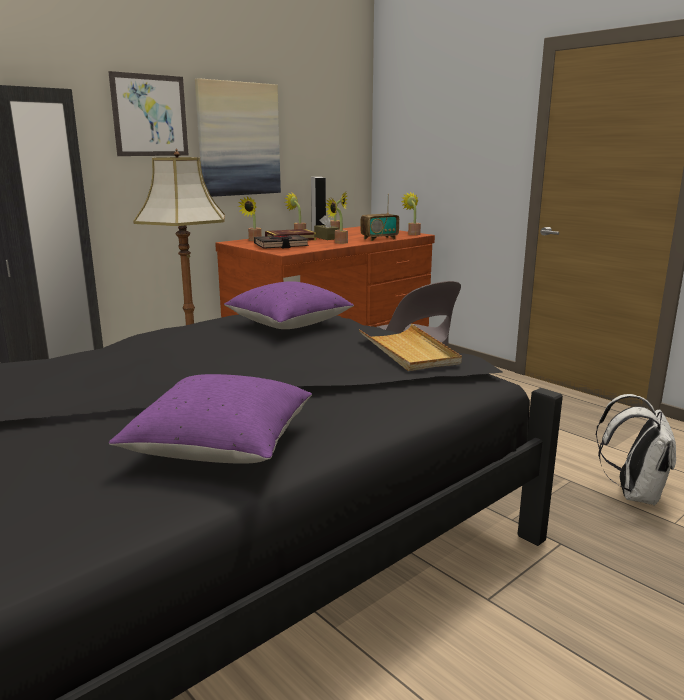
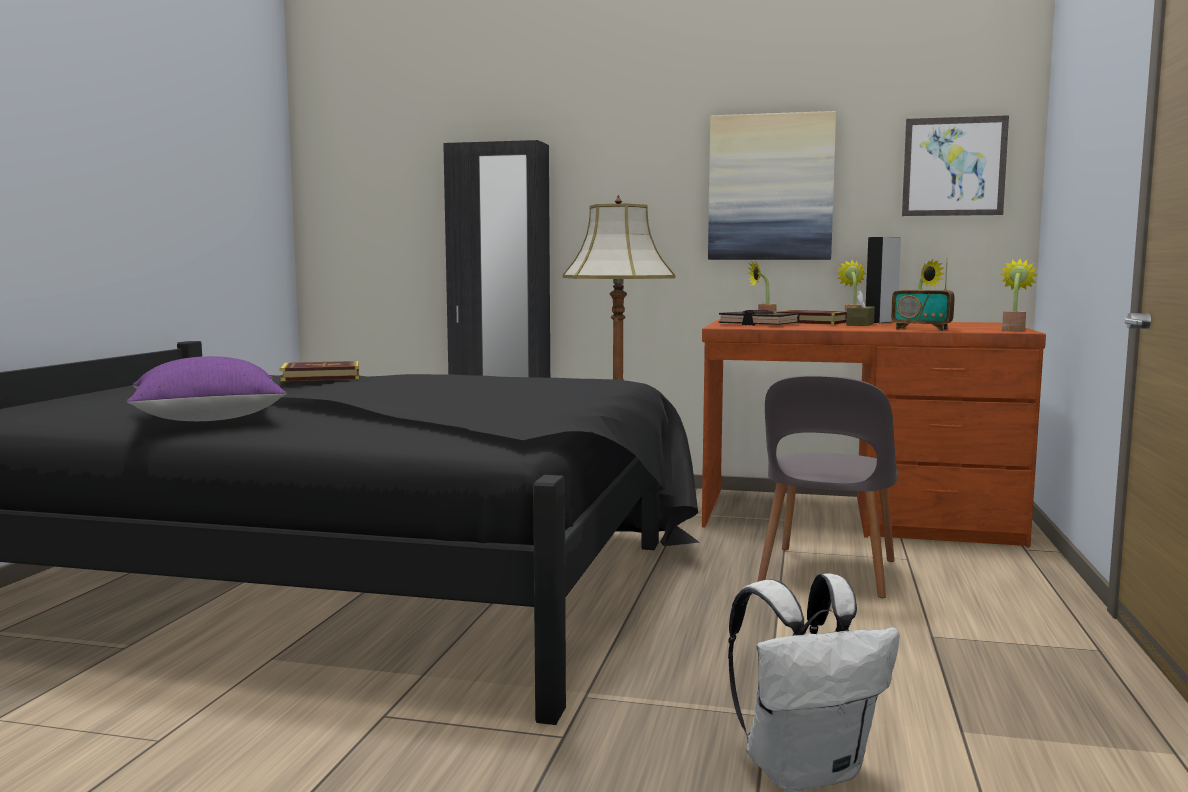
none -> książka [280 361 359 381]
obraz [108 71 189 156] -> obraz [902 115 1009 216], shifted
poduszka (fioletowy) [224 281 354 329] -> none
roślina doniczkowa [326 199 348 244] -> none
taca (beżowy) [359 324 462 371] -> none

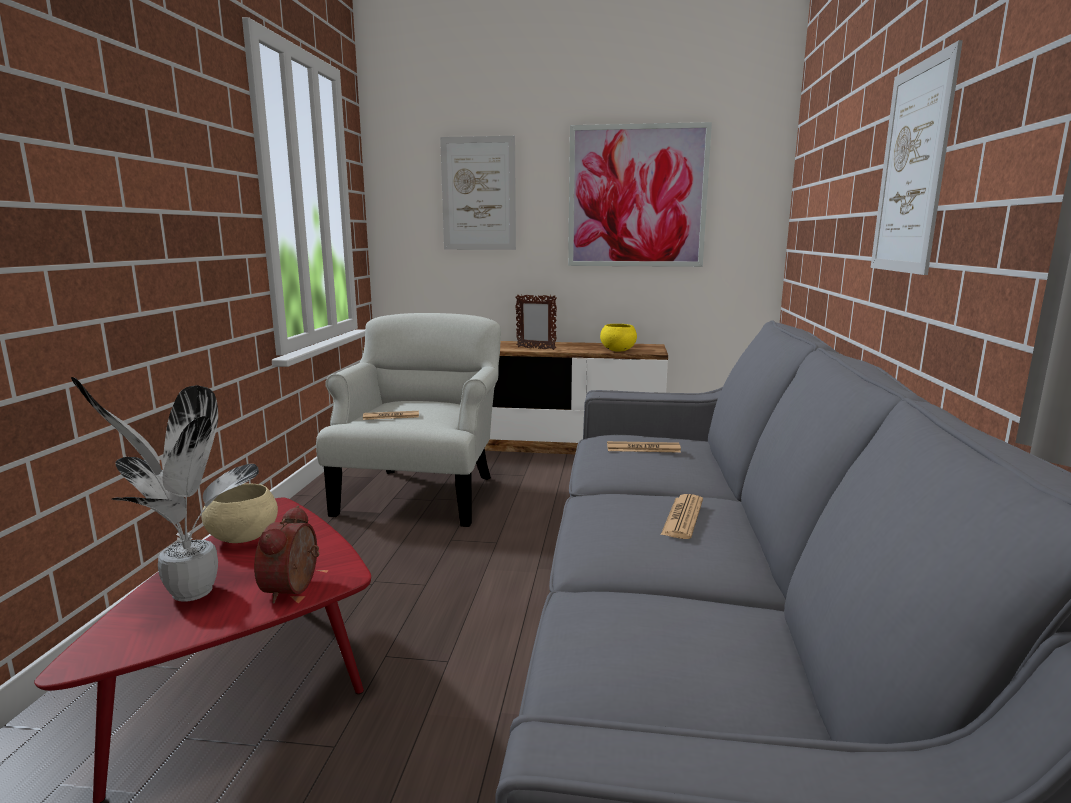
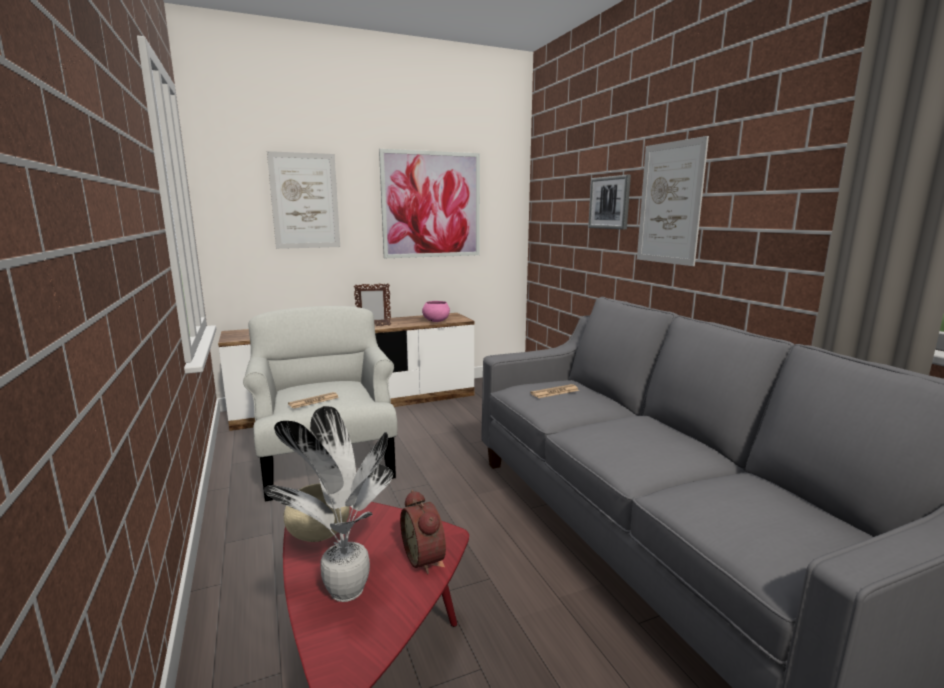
miska (żółty) [600 324 637 352] -> miska (różowy) [422 301 450 322]
none -> obraz [588 175 631 229]
gazeta [661 494 703 539] -> none

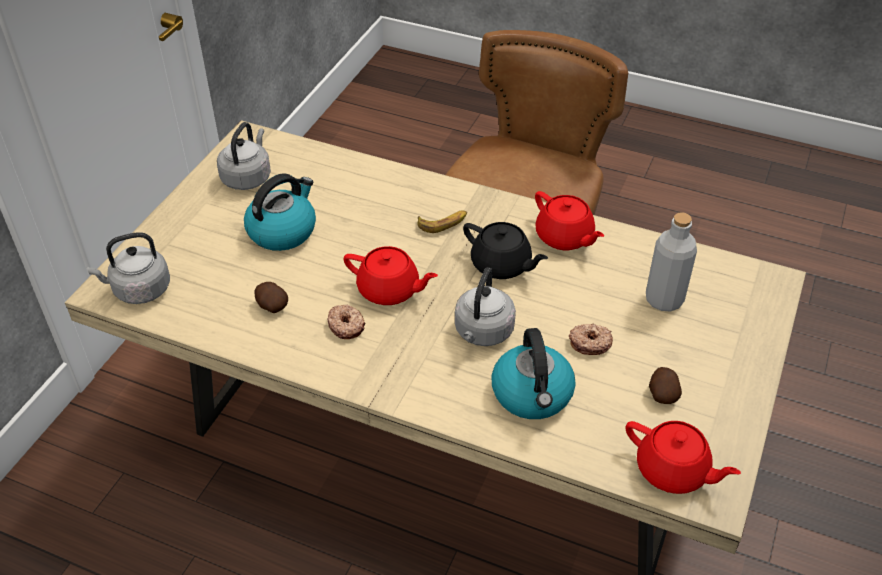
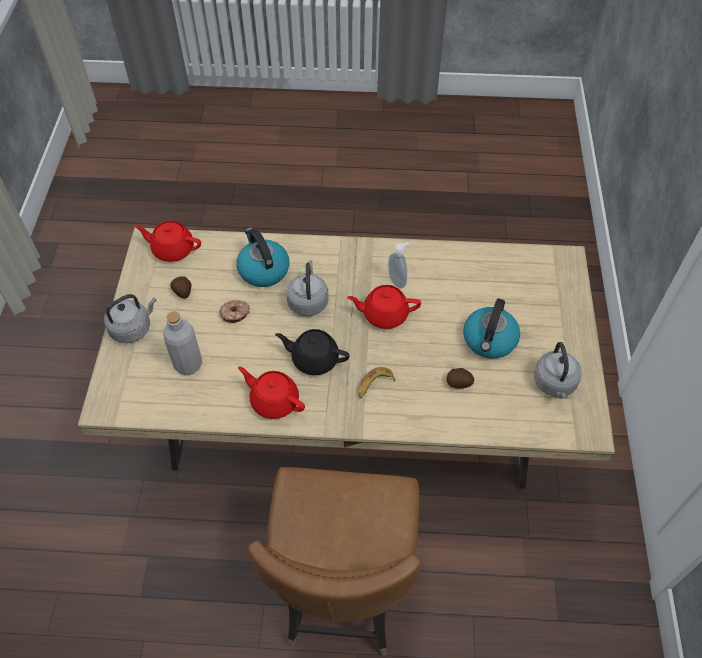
czajnik (szary) [87 232 170 304] -> czajnik (szary) [104 294 157 343], shifted
donut [327 305 365 339] -> dozownik mydła [388 242 409 288]
ziemniak [254 282 288 313] -> ziemniak [447 368 474 389], shifted

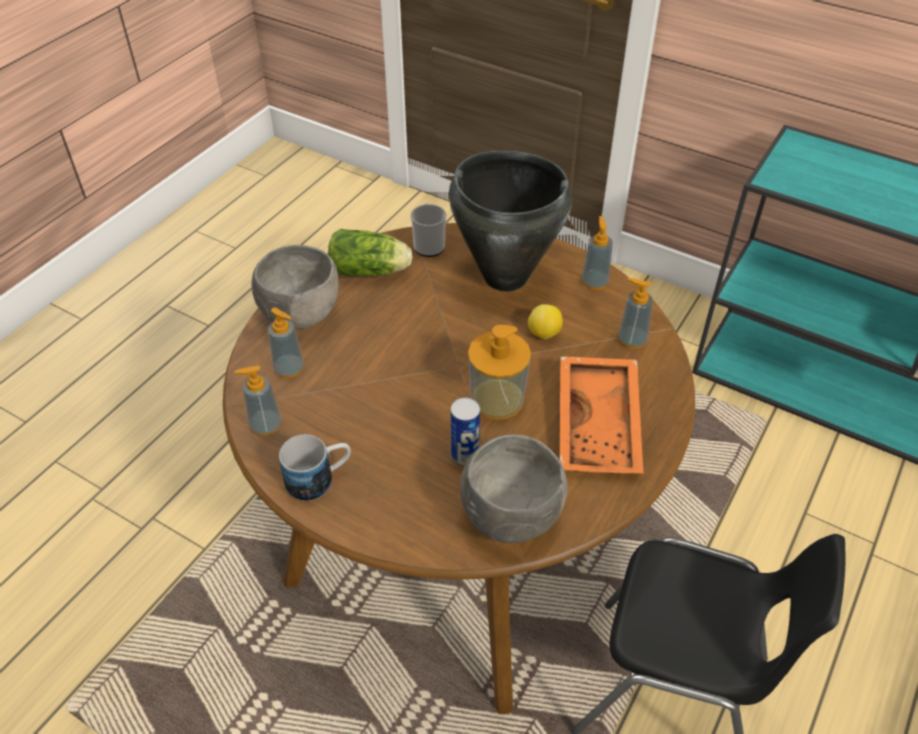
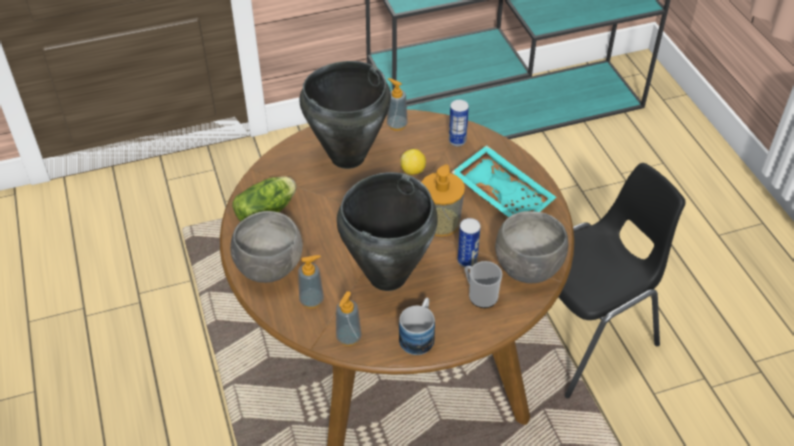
none -> garnek (czarny) [337 172 438 291]
dozownik mydła [618 278 653 349] -> puszka [449 100 469 146]
taca (pomarańczowy) [560 356 643 473] -> taca (turkusowy) [451 145 556 217]
kubek [411 203 446 257] -> kubek [465 261 502 308], shifted

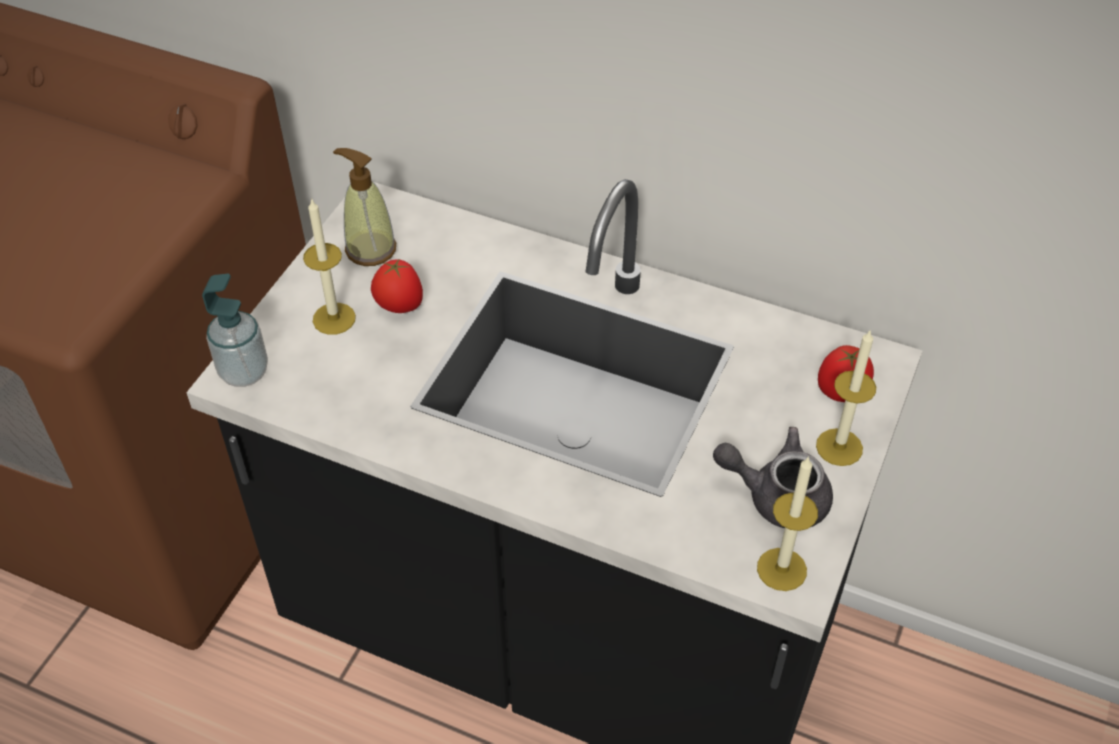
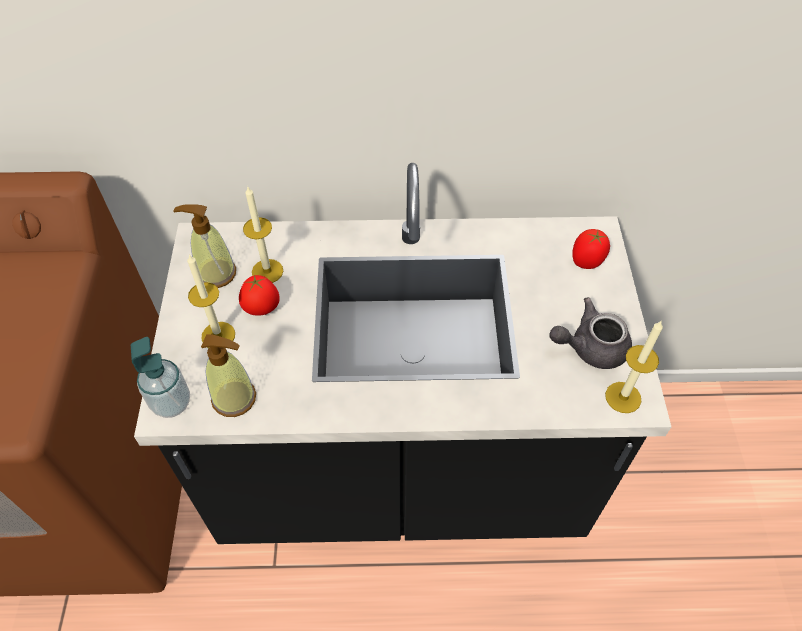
none -> dozownik mydła [201 334 256 417]
świeca [816 329 876 466] -> świeca [243 187 283 283], shifted

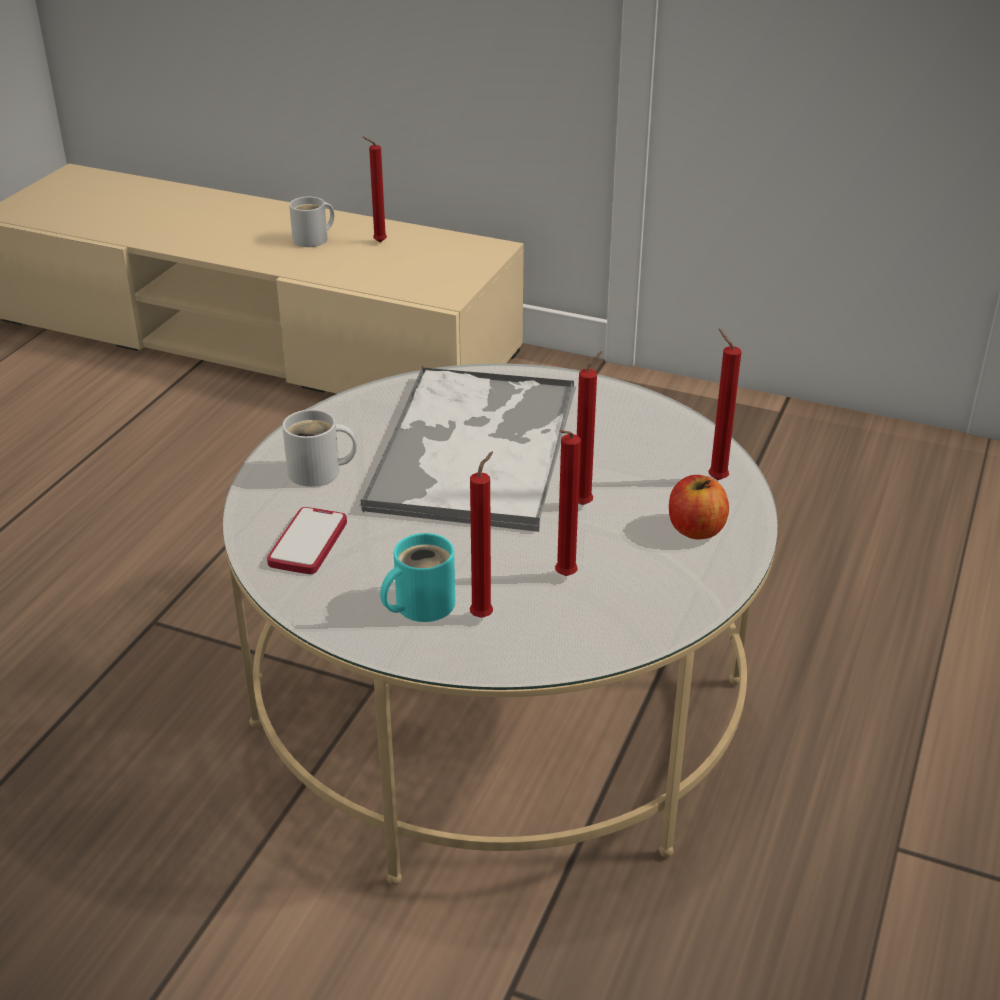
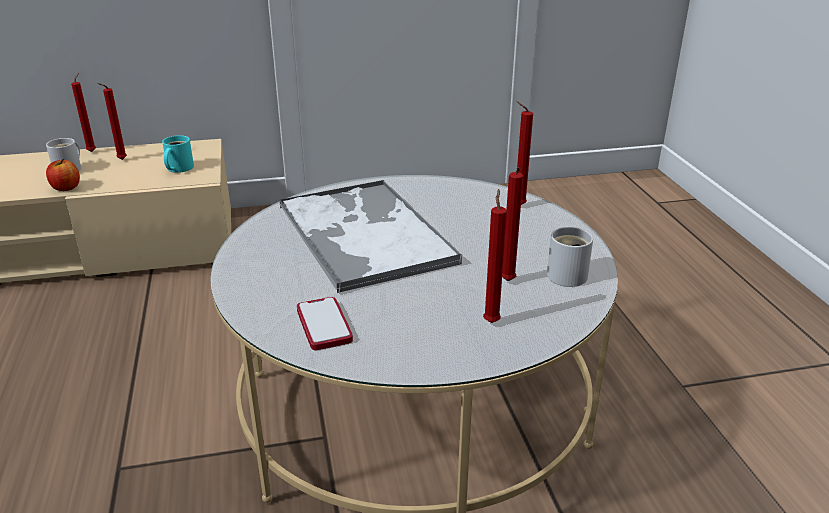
jabłko [669 475 729 540] -> jabłko [46 159 80 191], shifted
świeca (czerwony) [577 351 603 505] -> świeca (czerwony) [71 73 96 152], shifted
kubek (turkusowy) [380 533 455 622] -> kubek (turkusowy) [162 135 194 173], shifted
kubek (biały) [282 409 357 487] -> kubek (biały) [547 227 593 287], shifted

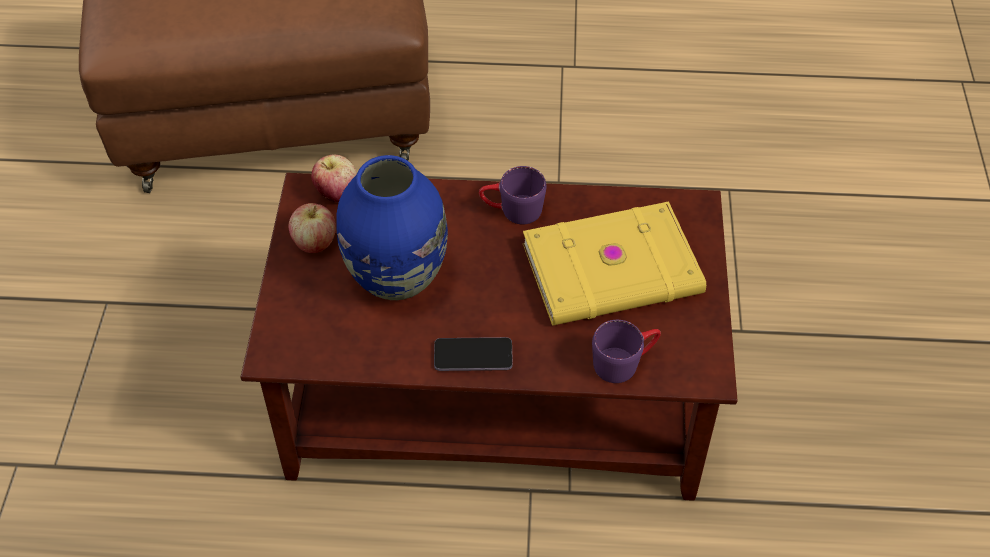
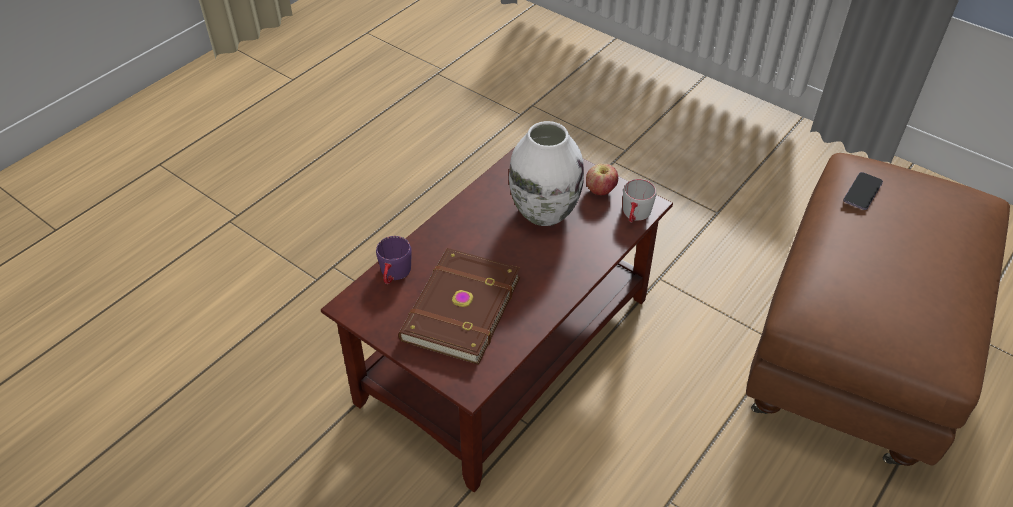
książka (żółty) [523 201 706 326] -> książka (brązowy) [398 248 520 365]
wazon (niebieski) [336 155 448 300] -> wazon (biały) [509 121 584 226]
jabłko [311 155 357 202] -> kubek (szary) [623 179 656 223]
telefon [434 337 513 371] -> telefon [843 172 883 210], shifted
kubek (fioletowy) [479 166 546 224] -> none

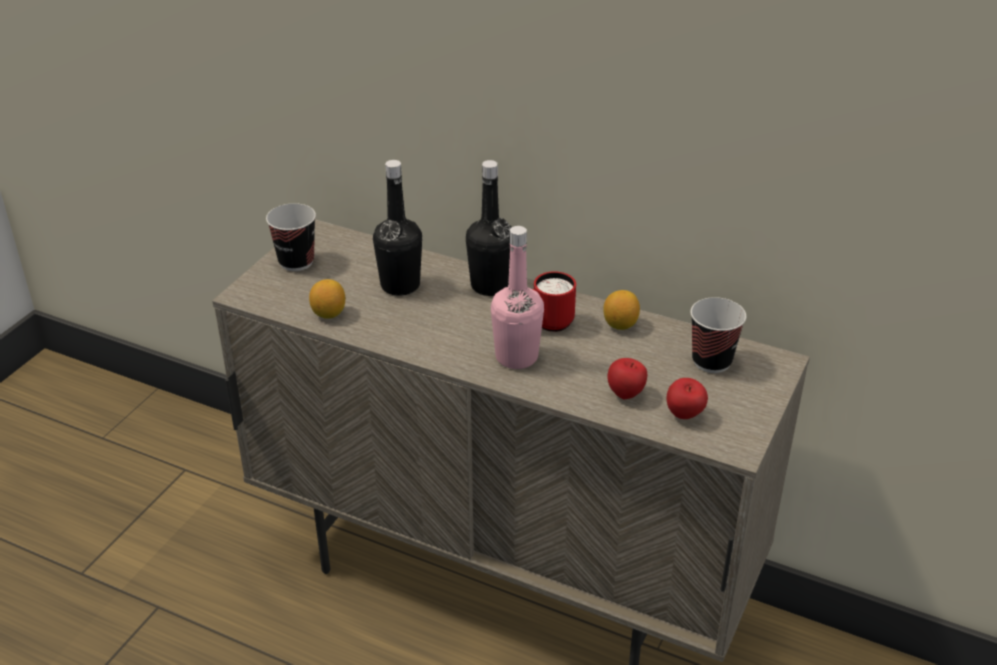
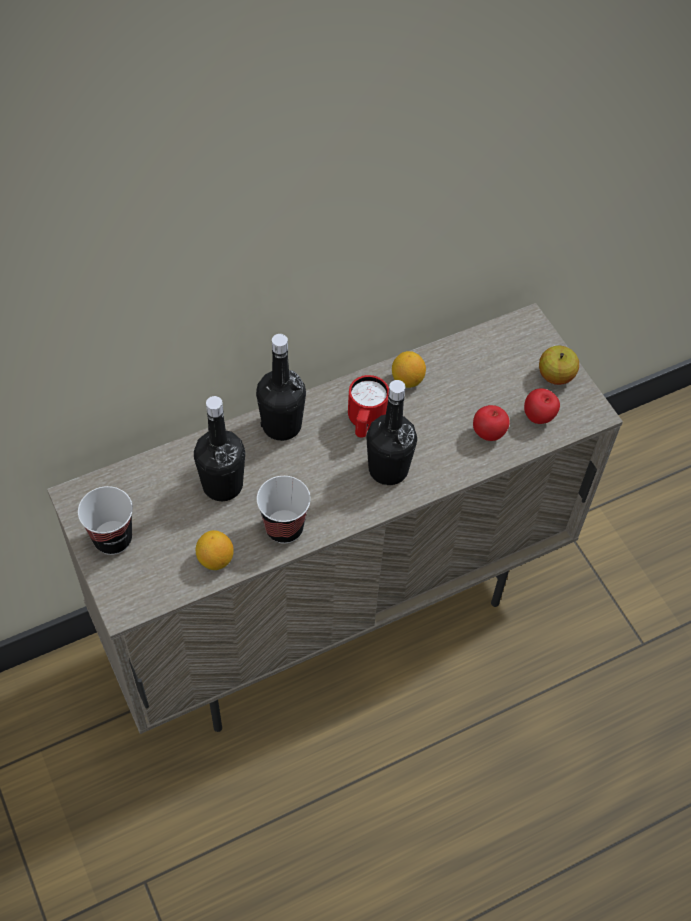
filiżanka [691 297 746 373] -> filiżanka [257 476 311 544], shifted
butelka (różowy) [491 226 544 369] -> butelka (czarny) [366 380 417 485]
none -> jabłko [539 346 579 385]

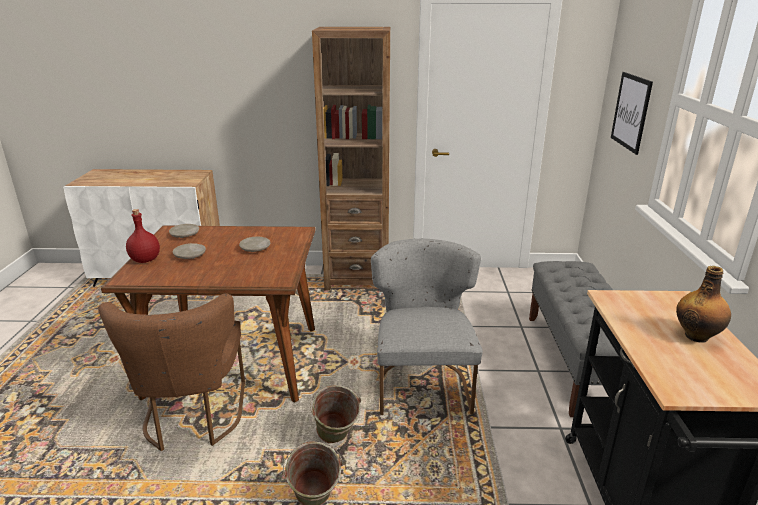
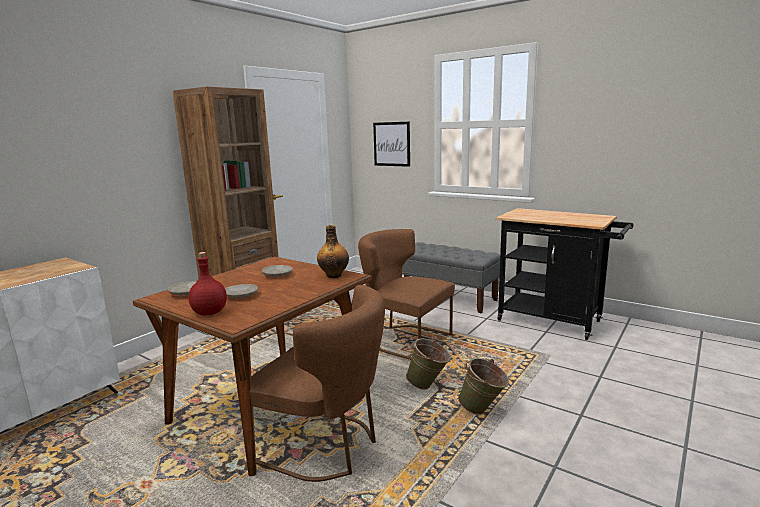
butelka [676 266 731 343] -> butelka [317 225 349 278], shifted
krzesło (szary) [371 238 483 415] -> krzesło (brązowy) [358 229 455 360]

